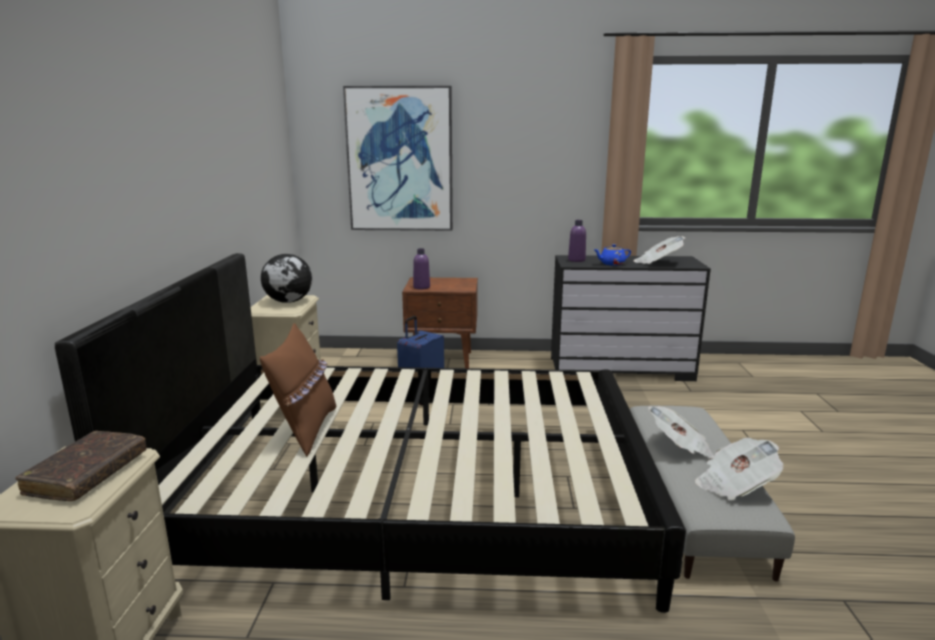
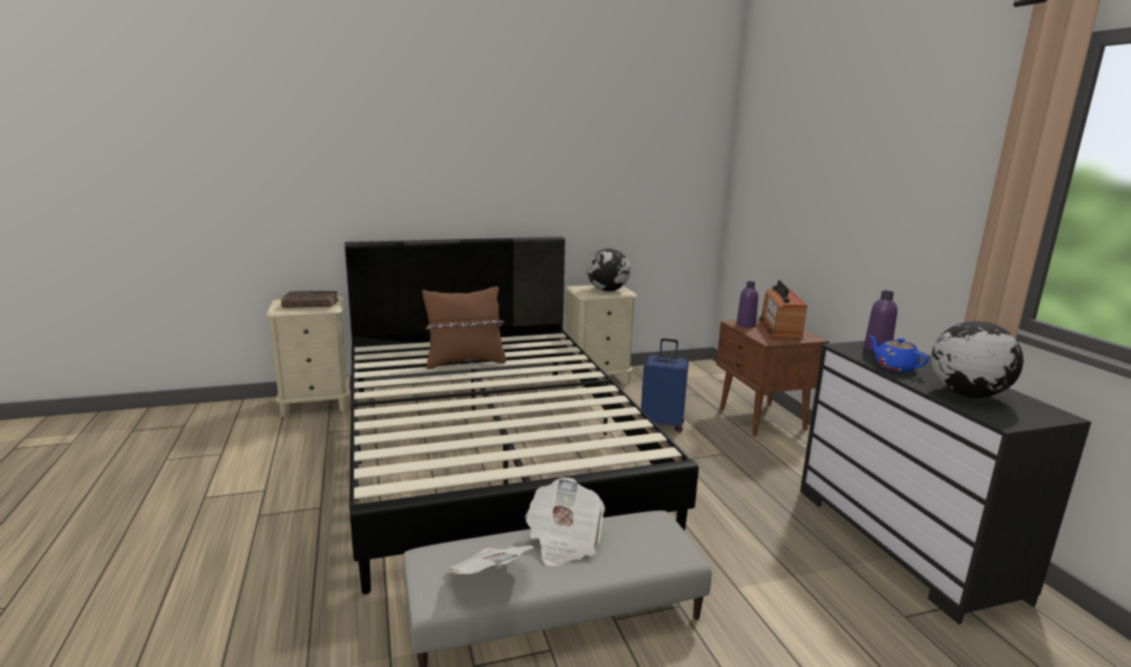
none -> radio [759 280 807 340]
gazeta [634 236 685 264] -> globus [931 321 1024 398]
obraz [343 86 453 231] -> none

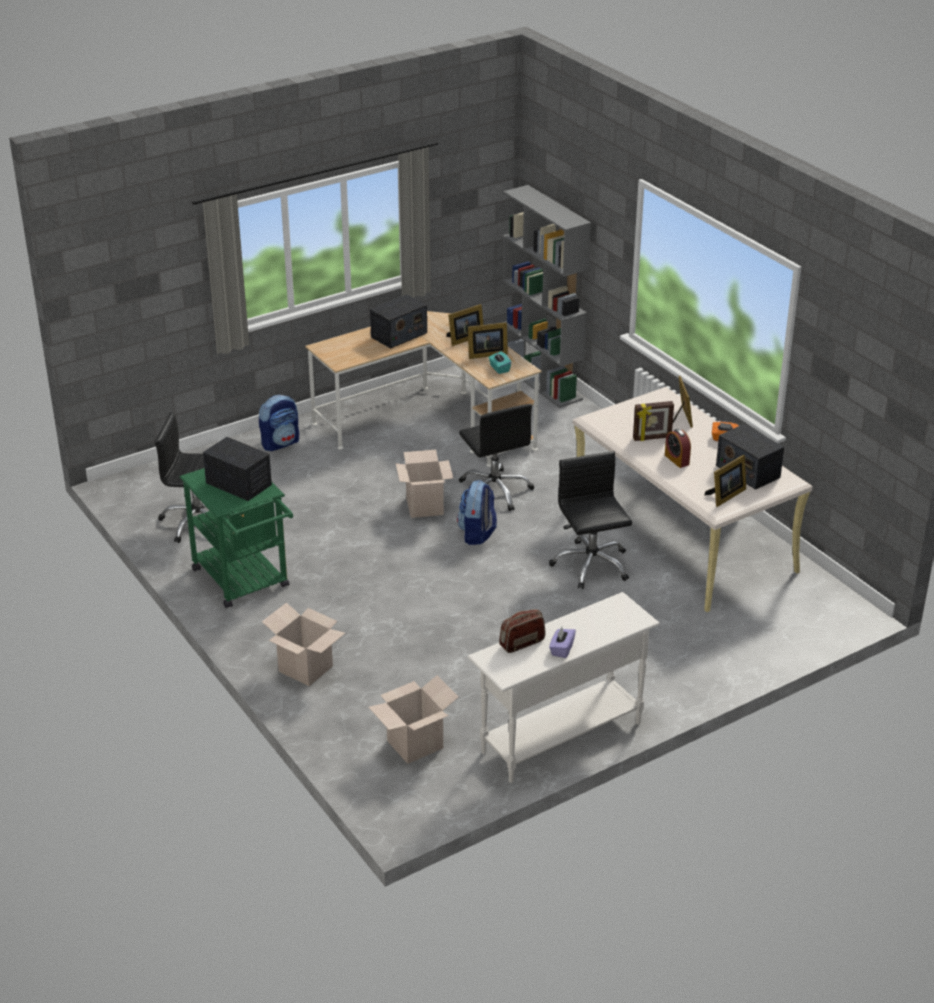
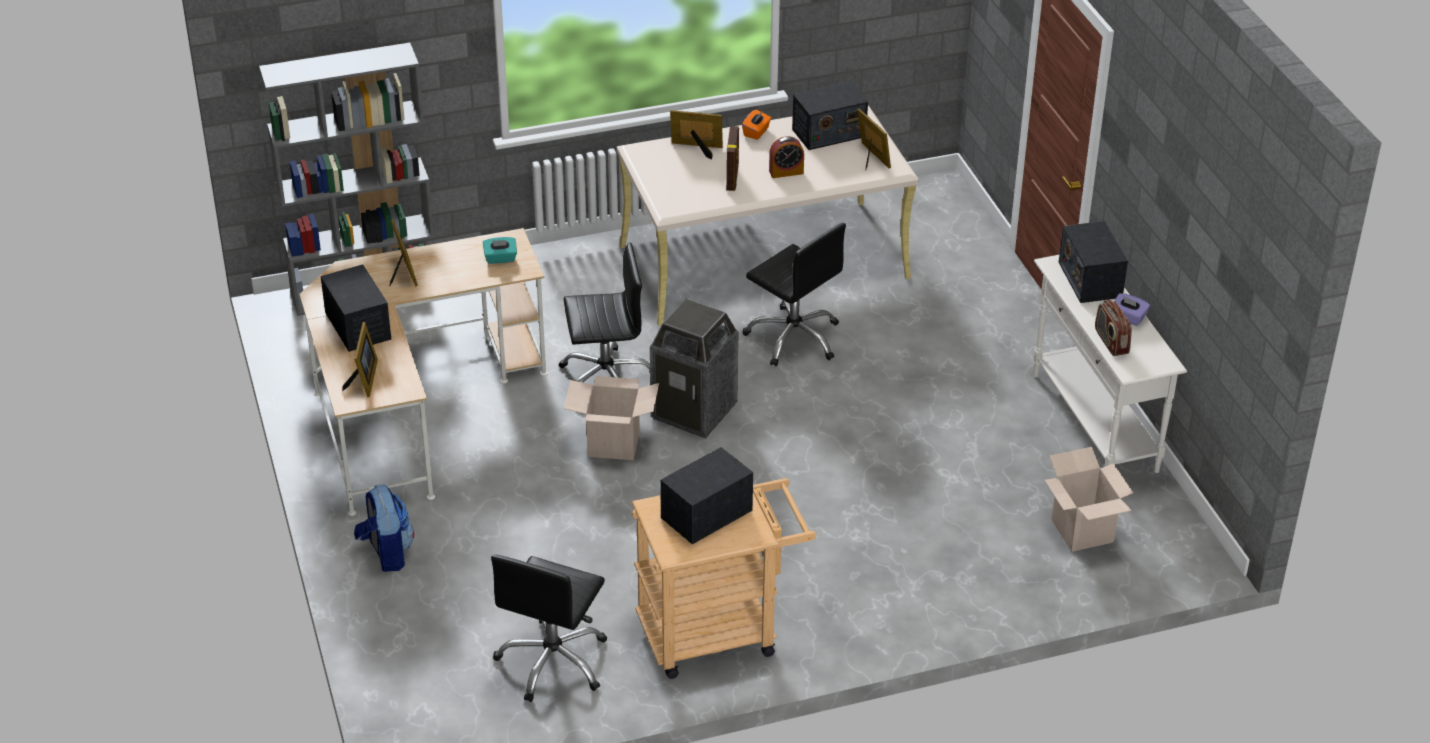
ramka na zdjęcie [468 322 508 359] -> ramka na zdjęcie [342 322 378 397], shifted
wózek (zielony) [180 468 293 608] -> wózek (beżowy) [632 478 816 679]
plecak [457 480 497 545] -> kosz na śmieci [650 299 738 438]
krzesło biurowe (czarny) [549 451 632 589] -> krzesło biurowe (czarny) [742 223 846 366], 135 degrees counterclockwise
none -> radio [1059 221 1128 303]
karton [262 602 345 686] -> none

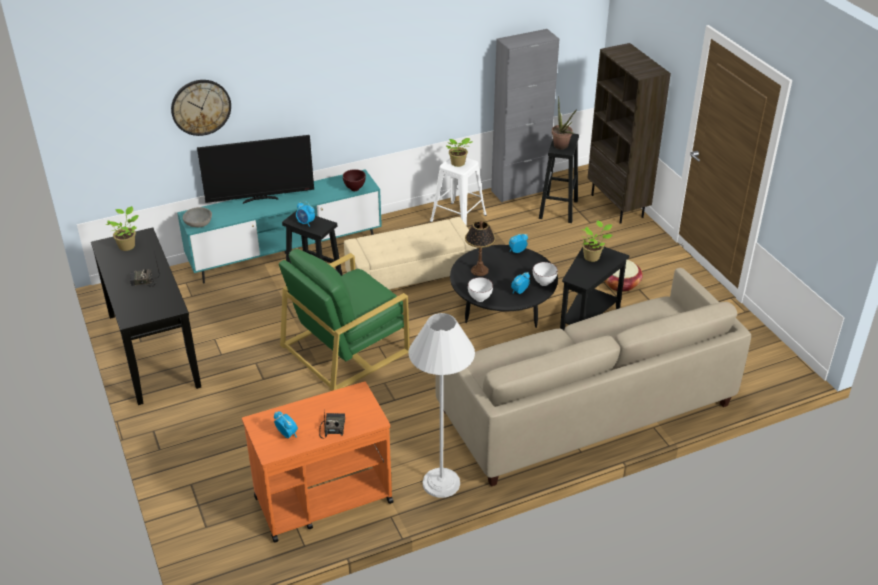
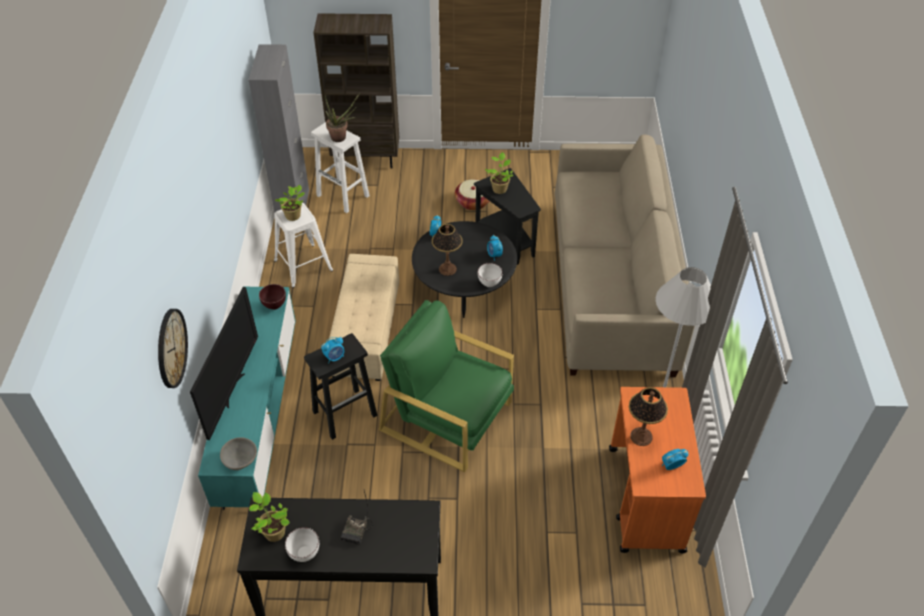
miska (biały) [533 262 558 286] -> miska (biały) [285 527 319 562], shifted
stołek (czarny) [539 134 579 223] -> stołek (biały) [311 122 370 213]
fotel (zielony) [279 249 410 391] -> fotel (zielony) [379 300 514 473], 135 degrees clockwise
none -> lampa stołowa [629 387 668 446]
radio [319 413 345 439] -> none

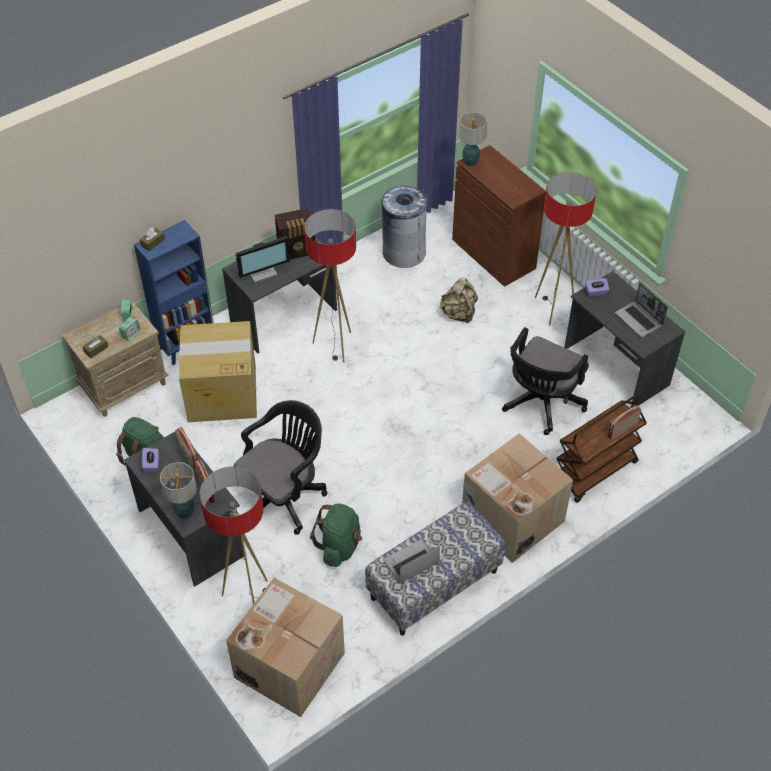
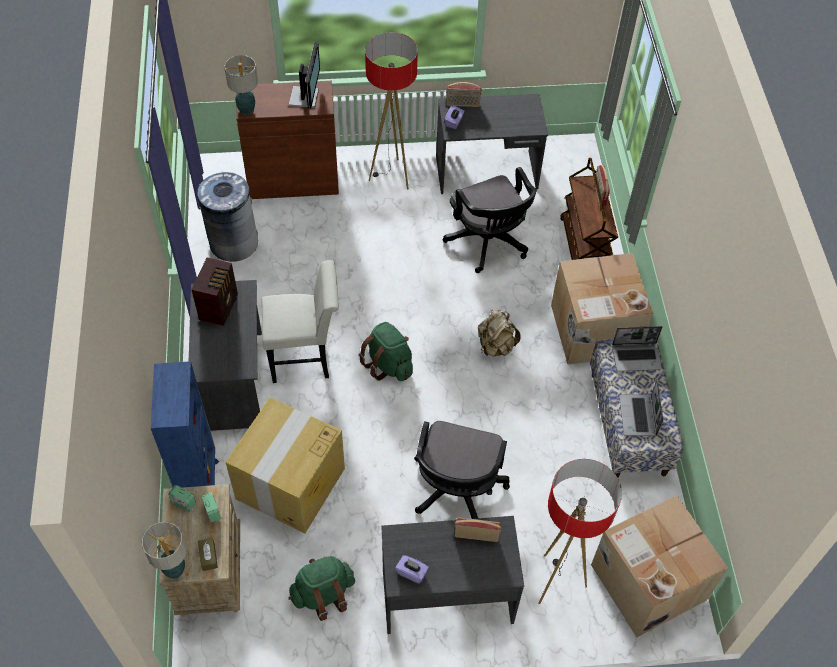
lampa stołowa [160 462 197 519] -> lampa stołowa [142 522 186 579], shifted
lampa stojąca [304 209 356 363] -> krzesło (biały) [261 260 339 383]
monitor [236 236 290 283] -> monitor [289 42 320 108], shifted
plecak (zielony) [310 504 362 567] -> plecak (zielony) [359 322 413 381], shifted
krzesło biurowe (czarny) [234 400 327 535] -> krzesło biurowe (czarny) [414 421 510 519], 150 degrees counterclockwise
radio [175 427 198 470] -> radio [446 82 481 107], shifted
plecak (beżowy) [439 278 478 323] -> plecak (beżowy) [478 310 521 356], shifted
laptop [615 283 668 337] -> laptop [612 326 662 371], shifted
pudełko chusteczek (brązowy) [140 228 165 251] -> none

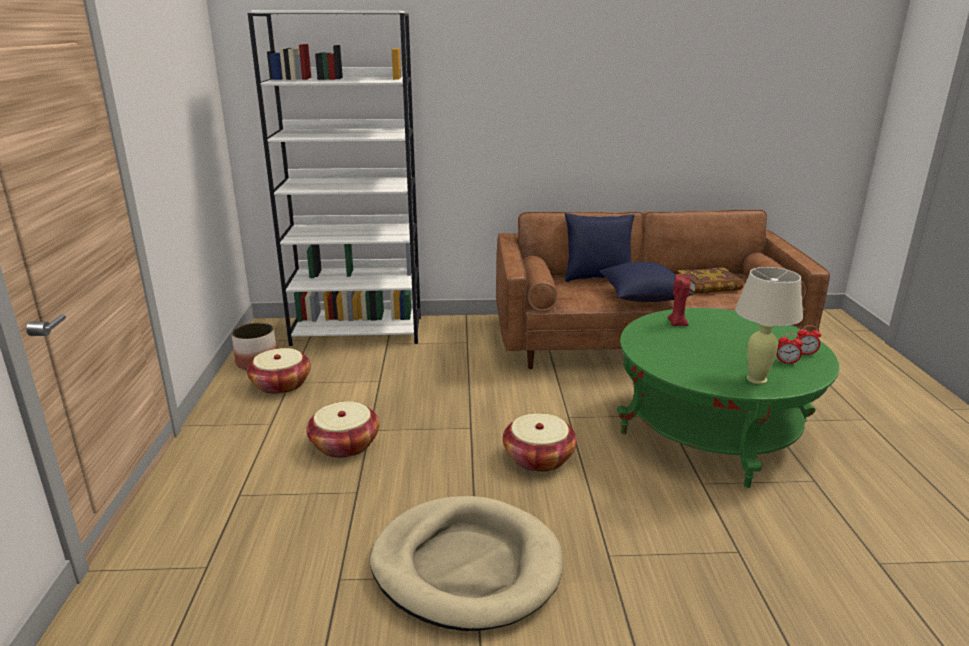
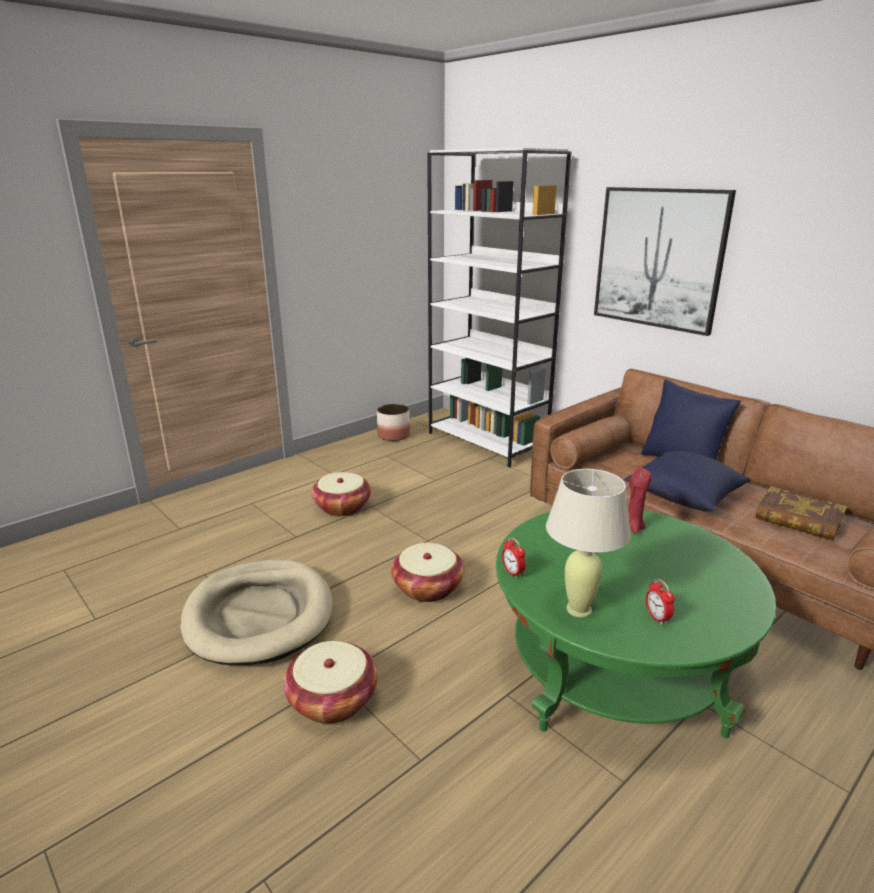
koszyk [247 348 311 394] -> koszyk [283 641 378 724], shifted
budzik [796 325 821 355] -> budzik [502 537 526 578], shifted
none -> obraz [594 187 736 336]

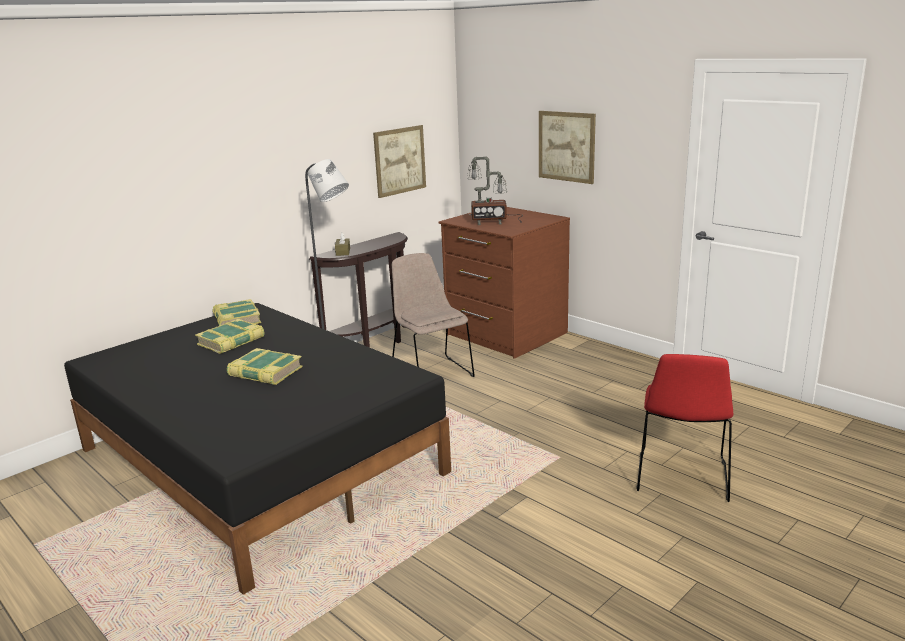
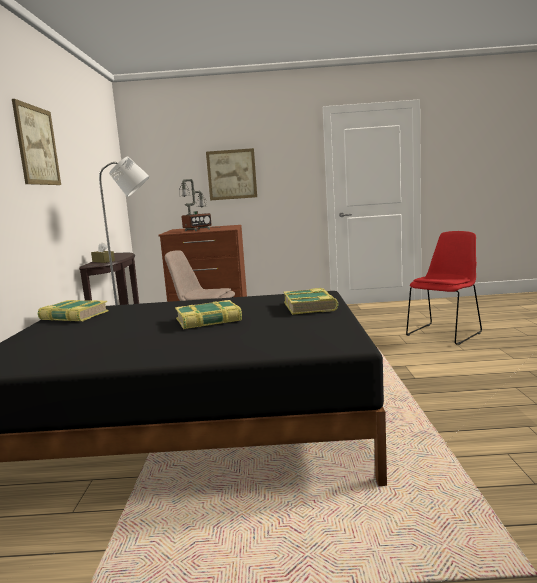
obraz [373 125 426 198] -> obraz [12 99 61 185], shifted
książka [195 319 264 354] -> książka [284 288 338 315], shifted
krzesło (czerwony) [636 354 733 502] -> krzesło (czerwony) [406 231 482 345], 105 degrees counterclockwise

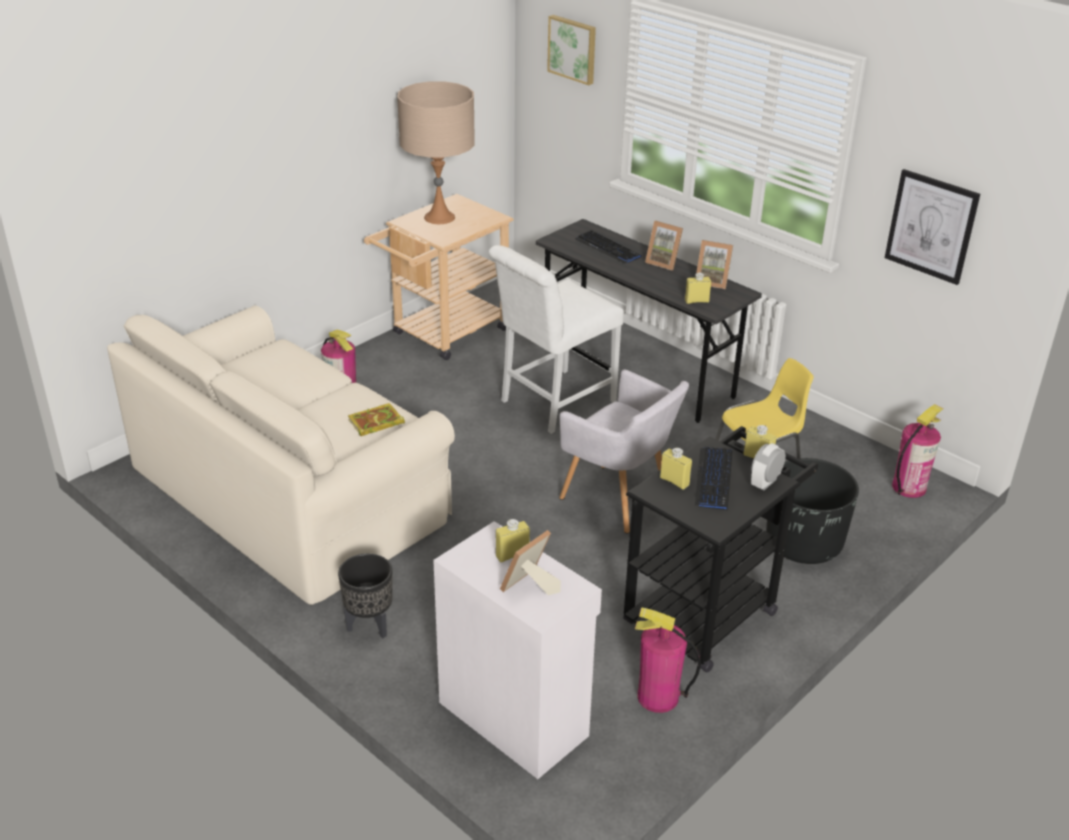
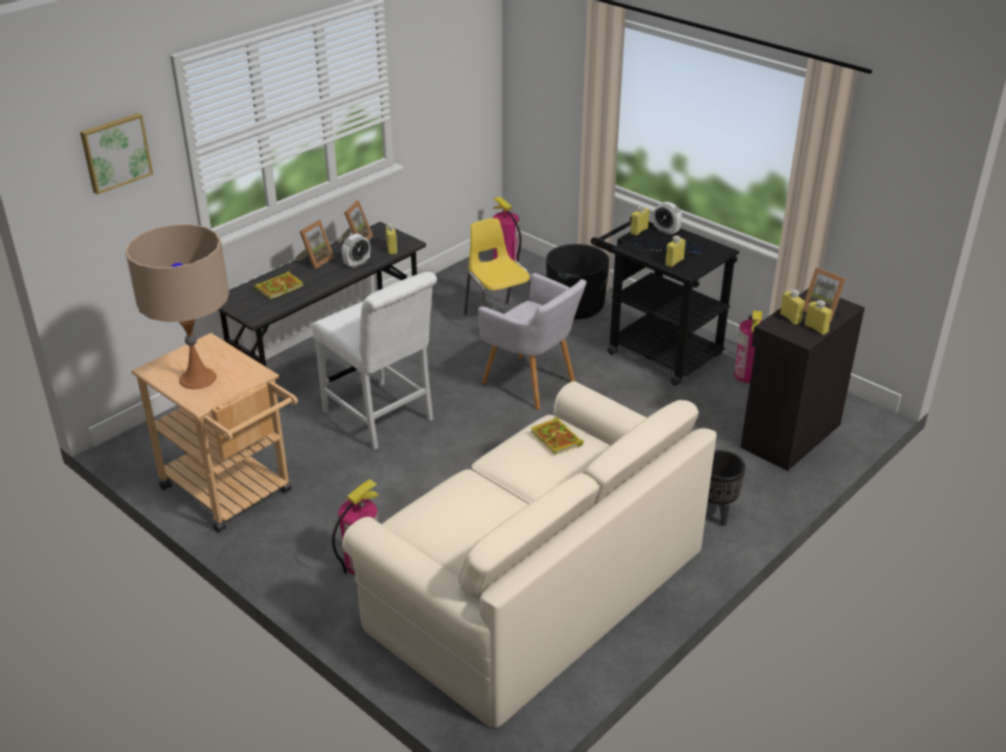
klawiatura [575 230 642 263] -> książka [254 271 304 299]
none -> budzik [342 234 370 268]
fotel (szary) [559 369 689 533] -> fotel (szary) [478 273 586 410], 90 degrees clockwise
szafka (biały) [433 521 602 779] -> szafka (czarny) [741 288 865 471]
none -> butelka (żółty) [804 300 832 335]
obraz [885 169 980 285] -> none

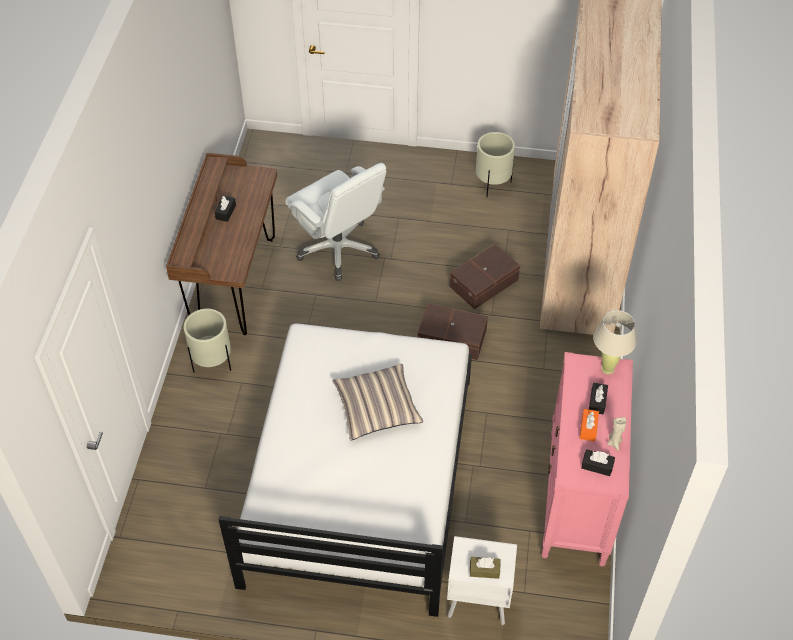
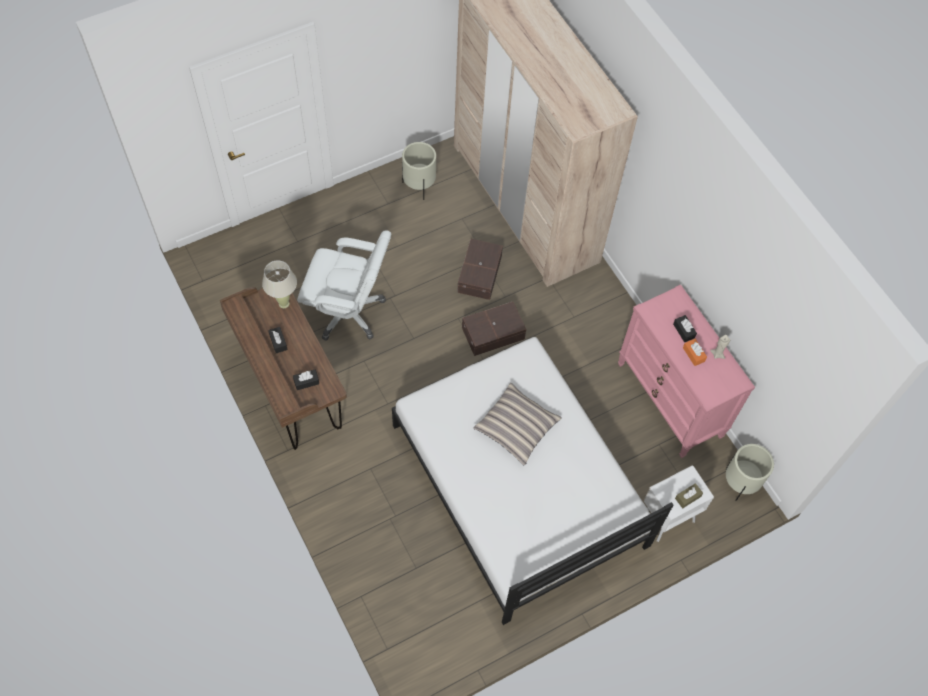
lampa stołowa (beżowy) [593 310 637 374] -> lampa stołowa (beżowy) [262 260 297 308], shifted
pudełko chusteczek (czarny) [581 449 615 476] -> pudełko chusteczek (czarny) [293 369 319 390], shifted
donica (beżowy) [183 309 231 373] -> donica (beżowy) [725 444 774 501], shifted

